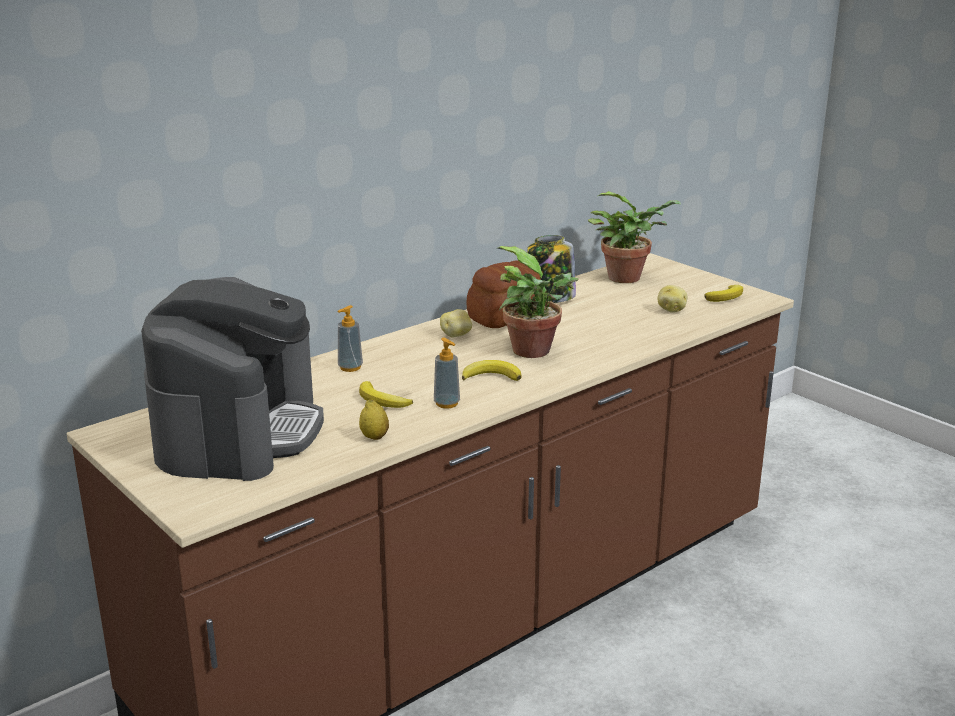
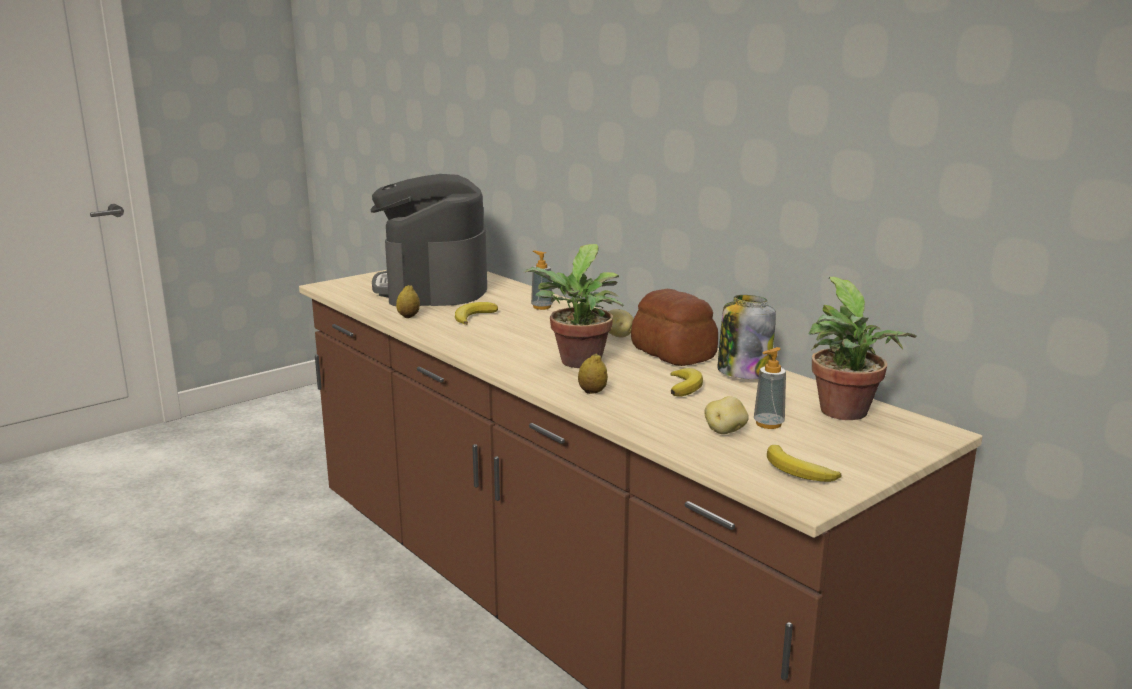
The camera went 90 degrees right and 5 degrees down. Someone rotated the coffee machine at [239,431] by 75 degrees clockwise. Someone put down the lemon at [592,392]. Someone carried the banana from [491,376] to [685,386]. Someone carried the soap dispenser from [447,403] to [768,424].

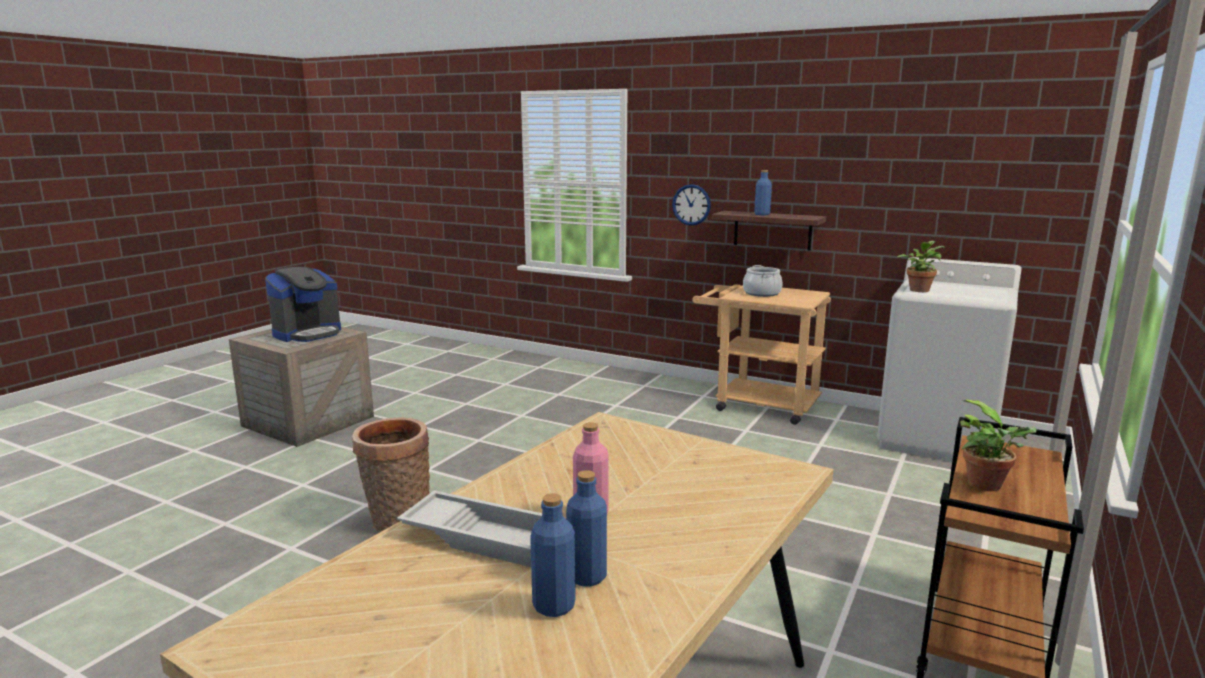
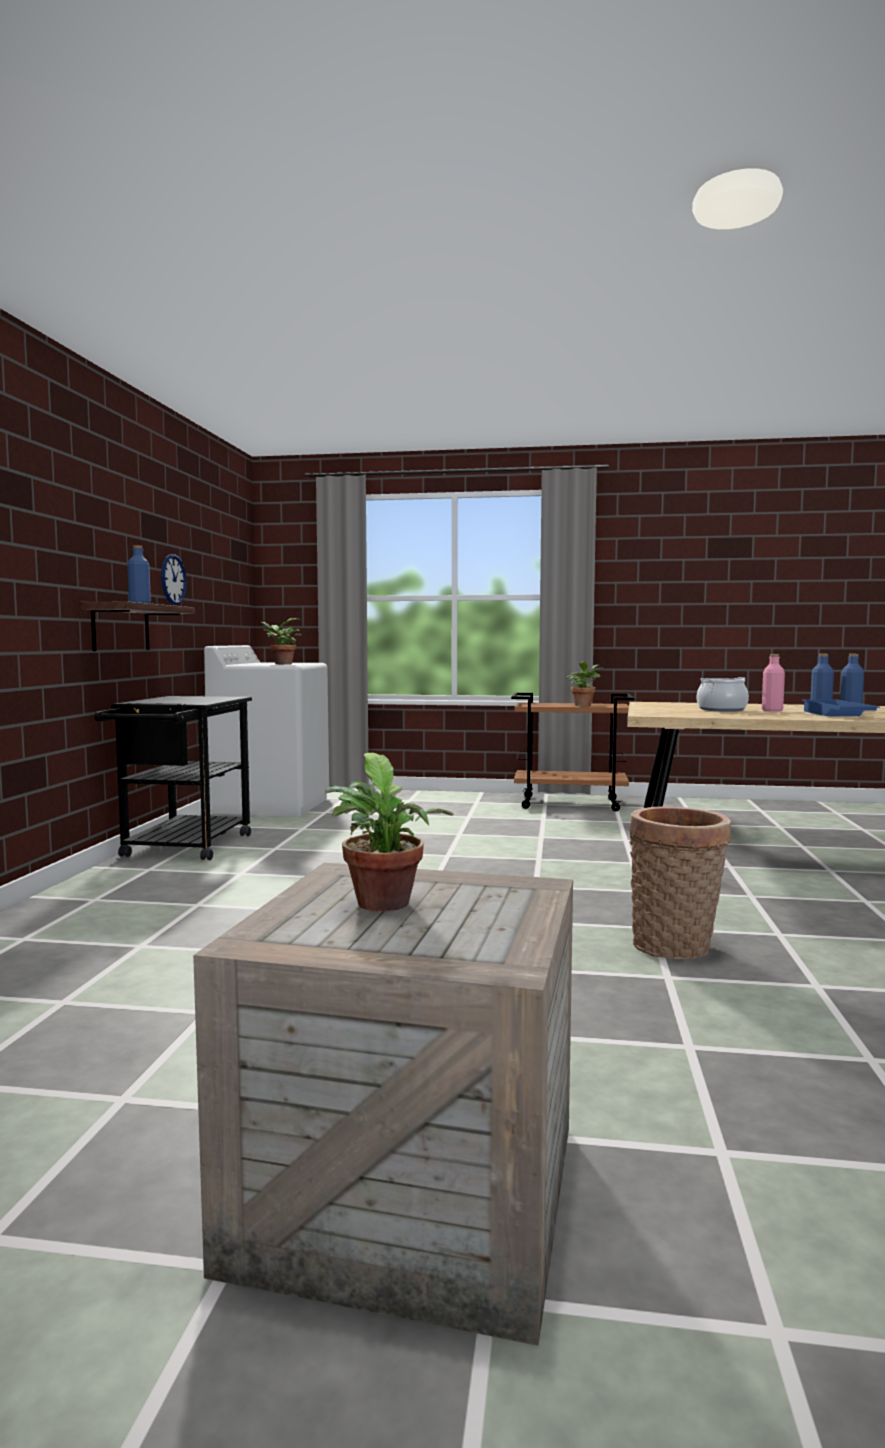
The camera went 110 degrees left and 10 degrees down. Someone repainted the cart (beige) at [757,404], which became the cart (black) at [183,848]. Someone carried the wall clock from [691,205] to [173,579]. Someone swapped the coffee machine at [308,333] for the potted plant at [384,905]. Someone carried the cooking pot from [761,293] to [722,710]. Someone repainted the tray (white) at [484,536], which became the tray (blue) at [836,715].

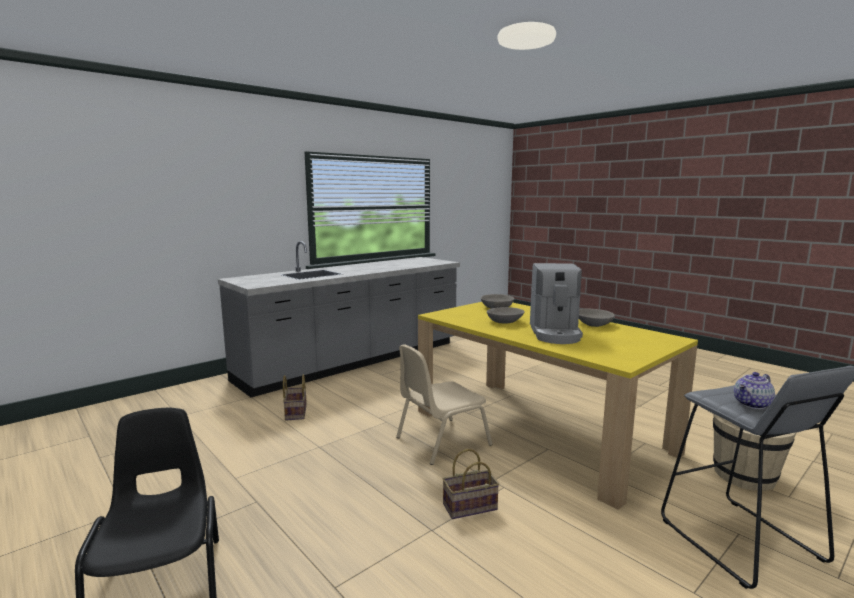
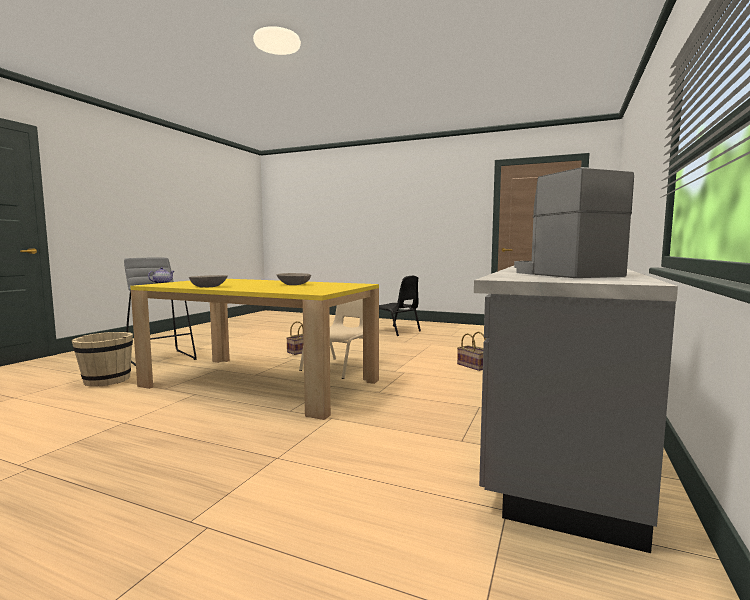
The camera went 155 degrees right and 5 degrees down. Someone carried the coffee machine from [555,333] to [562,274]. Someone took away the bowl (grey) at [497,307].

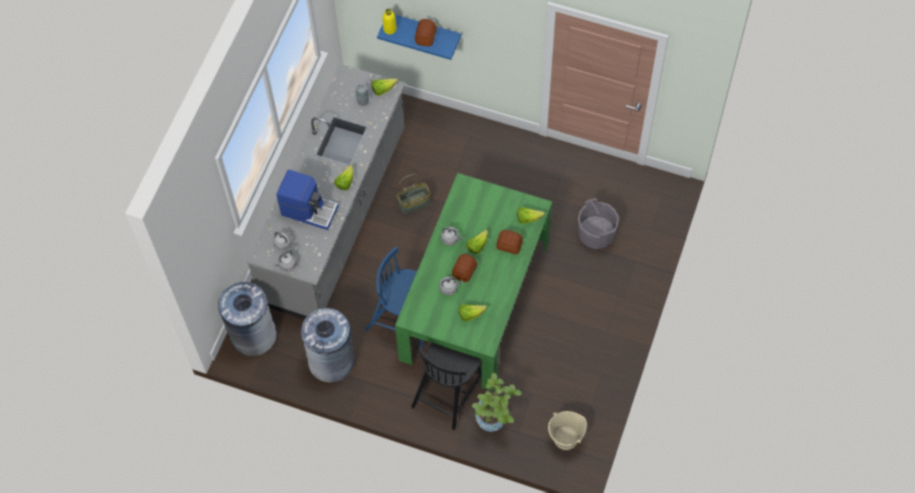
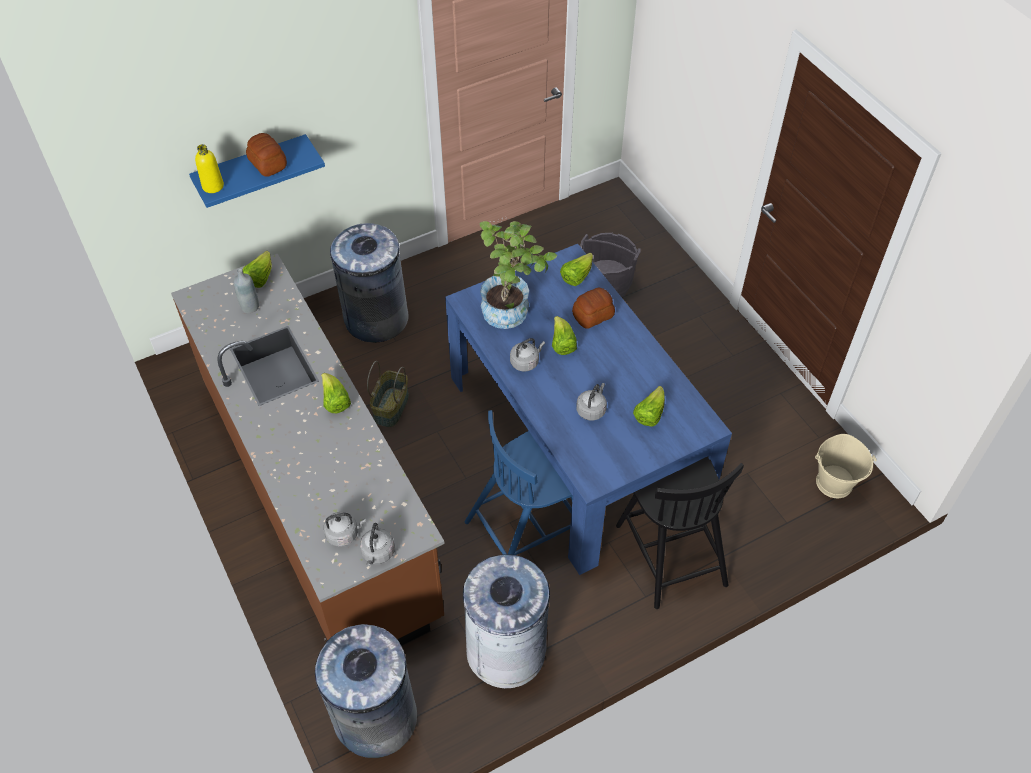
The camera went 50 degrees left and 10 degrees down. Someone repainted the counter (grey) at [336,217], which became the counter (brown) at [320,496]. Someone put down the trash can (grey) at [376,319]. Someone repainted the dining table (green) at [475,300], which became the dining table (blue) at [576,440]. Someone carried the potted plant from [494,420] to [512,310]. Someone took away the coffee machine at [309,209]. Someone took away the bread at [464,271].

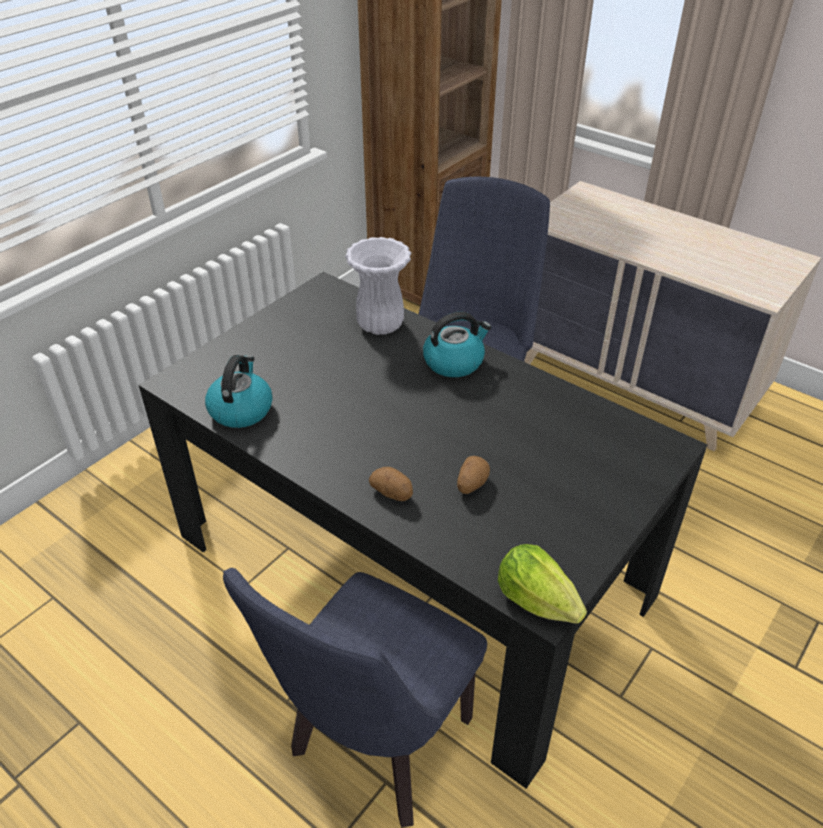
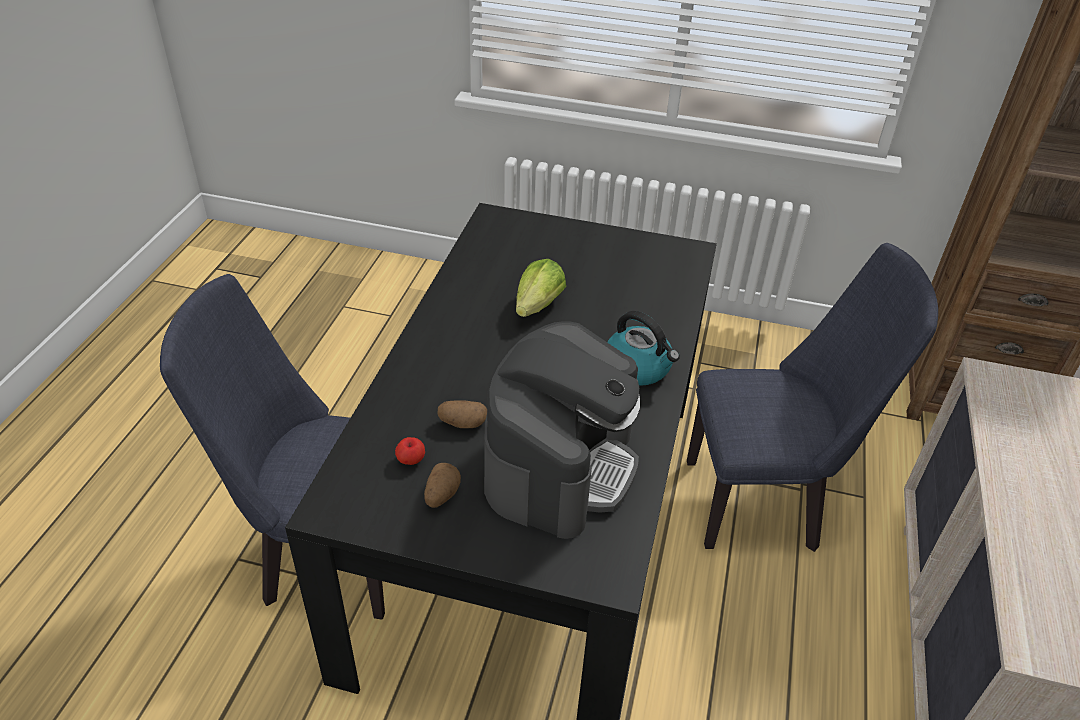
The camera went 65 degrees right and 0 degrees up. Someone put down the apple at [410,461]. Someone carried the potato from [392,493] to [441,495]. Someone put down the coffee machine at [560,465]. Someone carried the lettuce from [536,600] to [538,306]. Someone took away the kettle at [241,409]. Someone took away the vase (white) at [380,325].

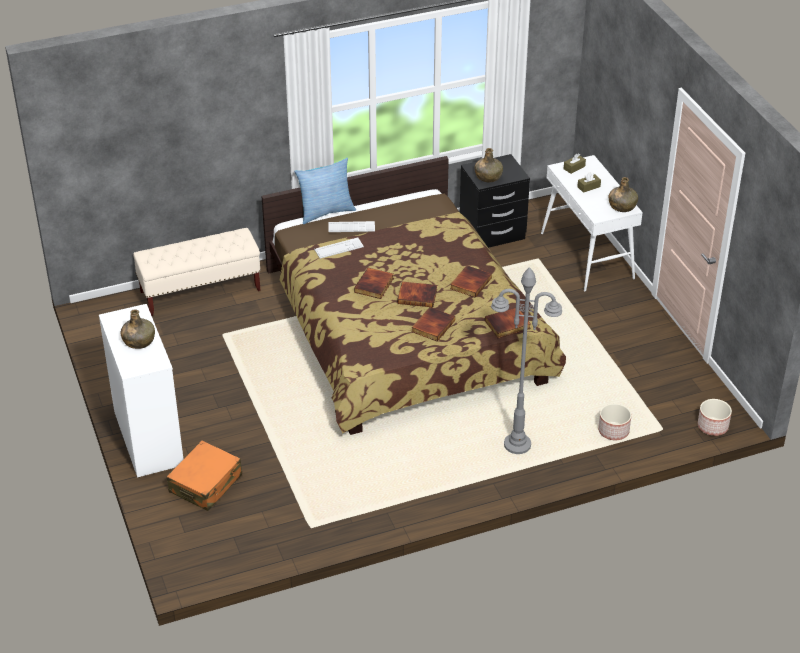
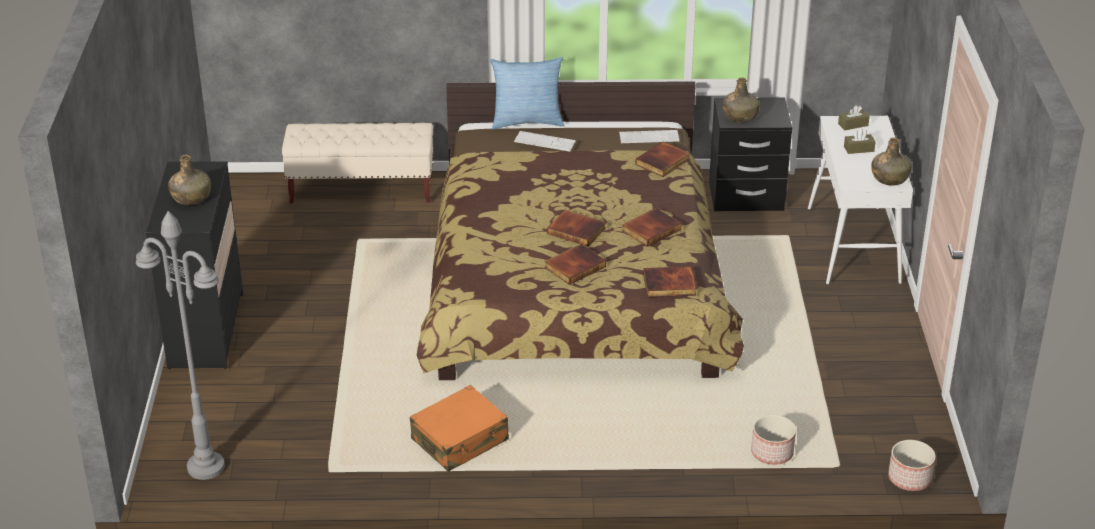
The camera went 20 degrees right and 5 degrees down. Someone carried the floor lamp (grey) from [517,445] to [205,467]. Someone repainted the dresser (white) at [149,438], which became the dresser (black) at [206,330]. Someone carried the suitcase (orange) from [206,484] to [460,440]. Someone carried the keyboard from [339,248] to [649,137]. Someone carried the book from [374,285] to [663,162].

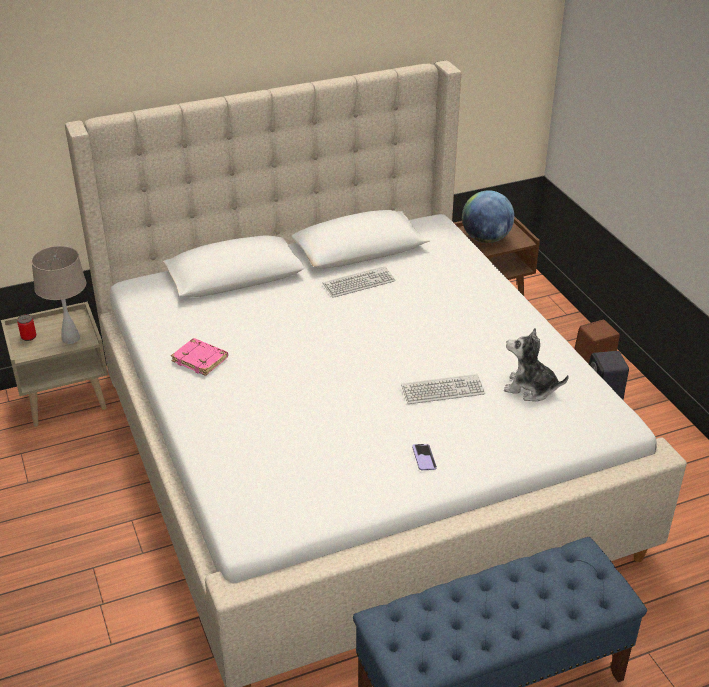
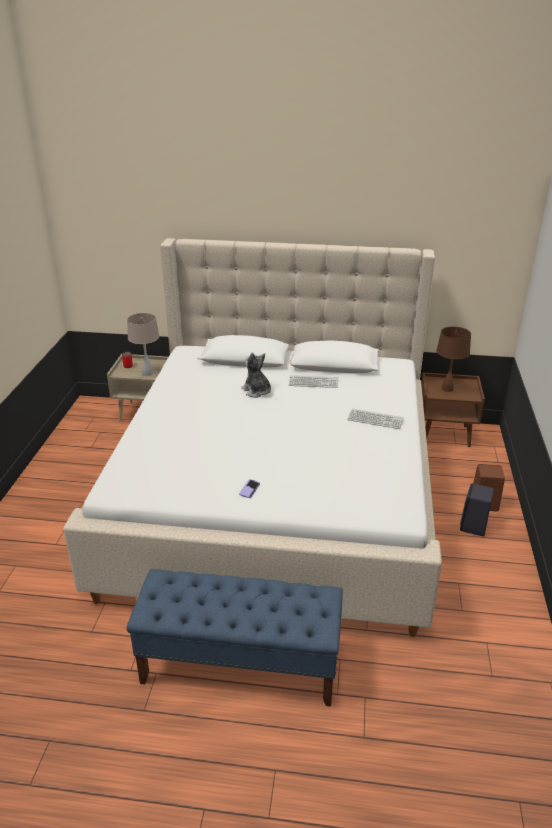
The camera went 30 degrees right and 5 degrees down. Someone carried the plush toy from [530,388] to [257,391]. Someone carried the keyboard from [442,390] to [375,420]. Someone swapped the globe at [486,239] for the table lamp (brown) at [447,389]. Someone took away the book (pink) at [201,360].

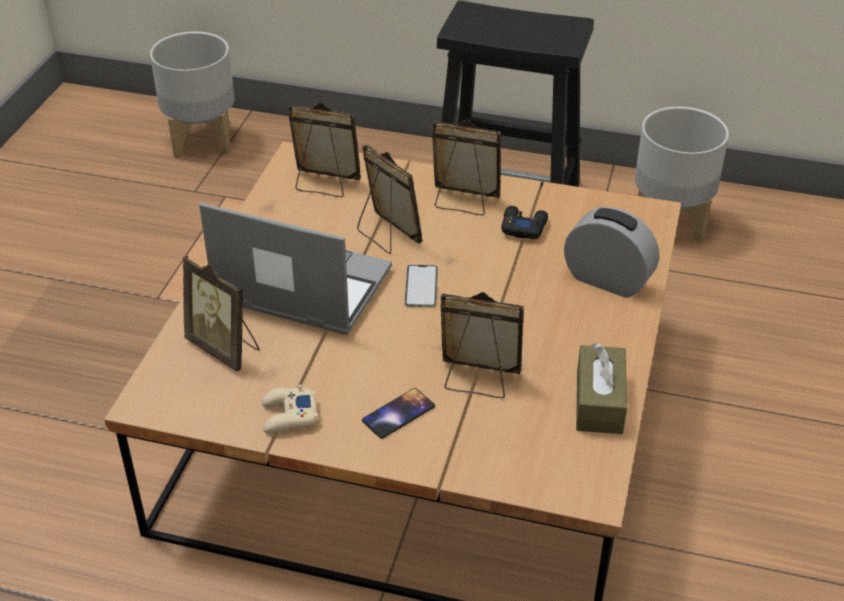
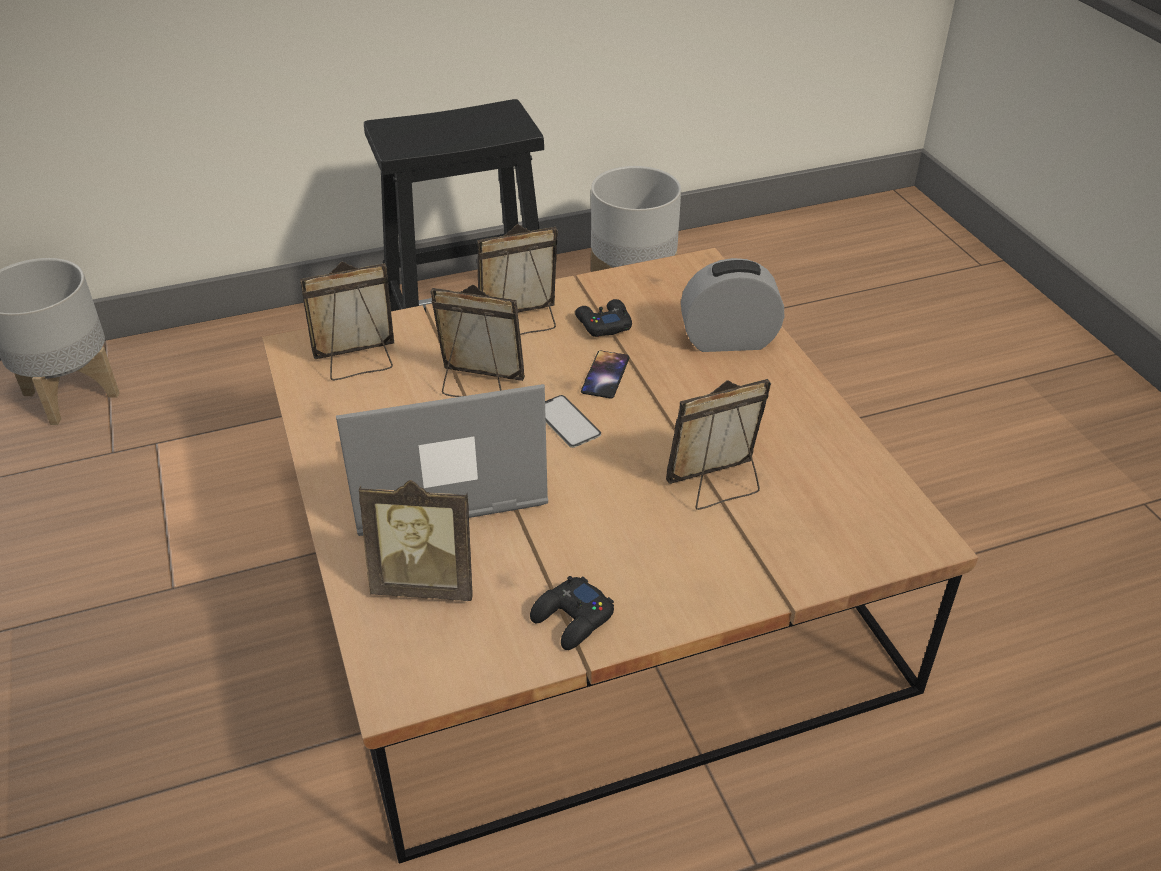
The camera went 35 degrees left and 0 degrees up. Someone repainted the game controller (beige) at [289,416], which became the game controller (black) at [572,619]. Someone carried the phone from [398,413] to [605,375]. Someone took away the tissue box (brown) at [599,402].

